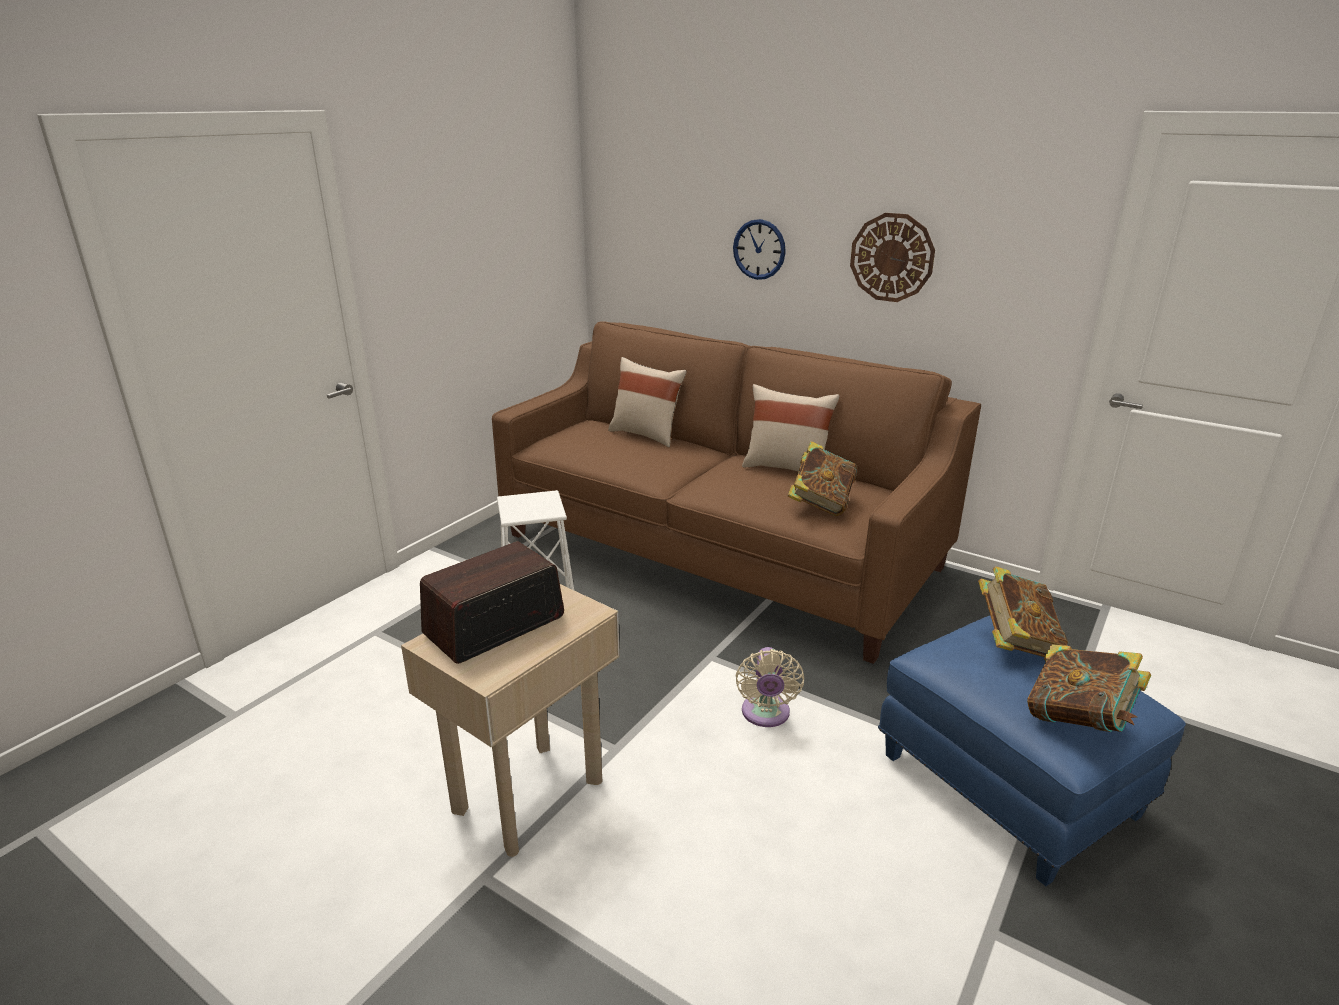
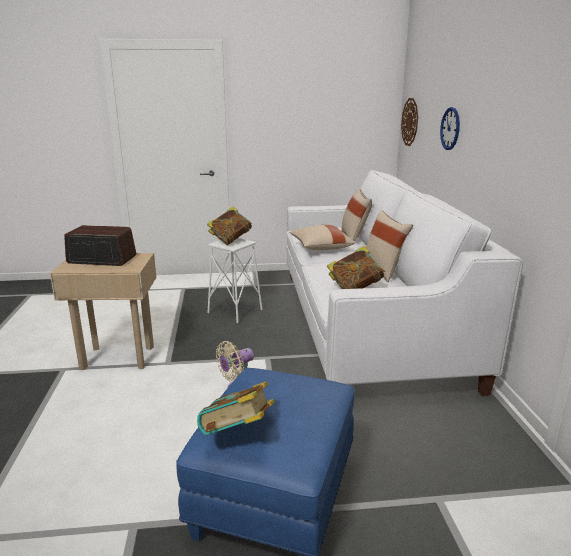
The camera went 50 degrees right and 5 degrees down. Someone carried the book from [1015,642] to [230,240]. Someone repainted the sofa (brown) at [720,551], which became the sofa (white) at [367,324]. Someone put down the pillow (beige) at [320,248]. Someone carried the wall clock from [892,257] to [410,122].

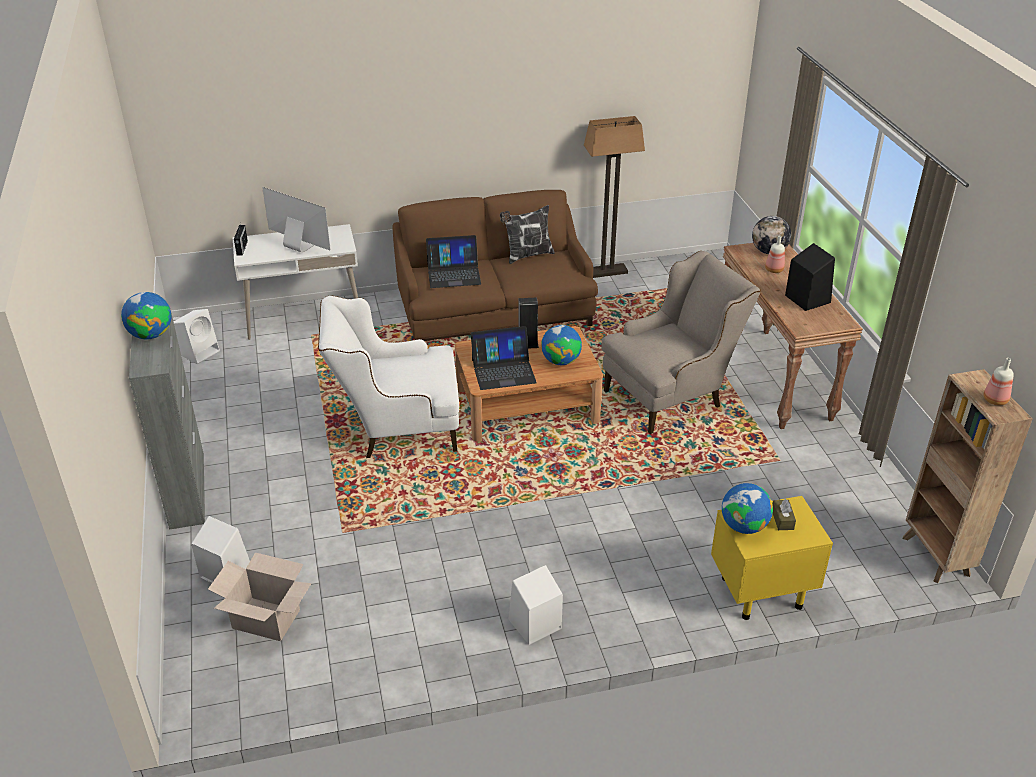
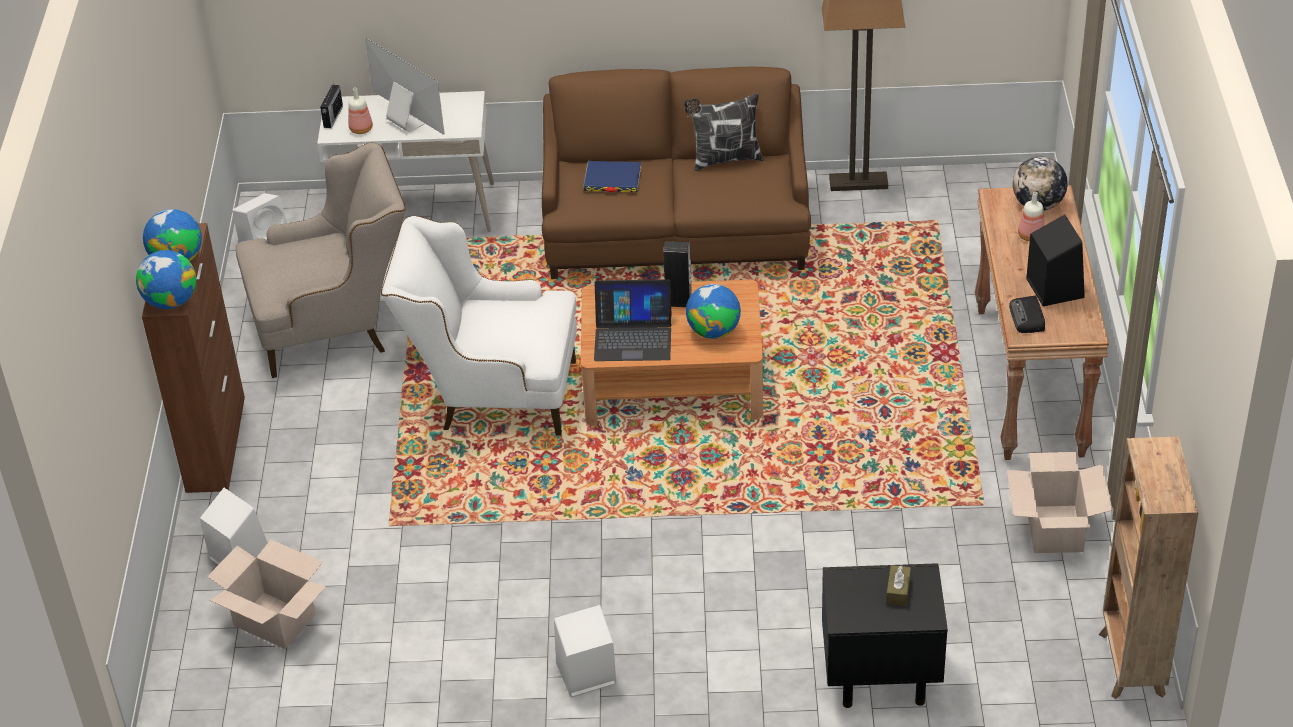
The camera went 15 degrees right and 5 degrees up. Someone carried the globe from [743,526] to [171,301]. Someone repainted the cabinet (grey) at [187,489], which became the cabinet (brown) at [216,443]. Someone carried the armchair (beige) from [671,395] to [334,327]. Someone carried the bottle from [996,400] to [362,129]. Someone swapped the laptop at [453,274] for the book (blue) at [612,179]. Someone repainted the nightstand (yellow) at [760,592], which became the nightstand (black) at [879,677]. Someone put down the cardboard box at [1055,530]. Someone put down the radio at [1027,318].

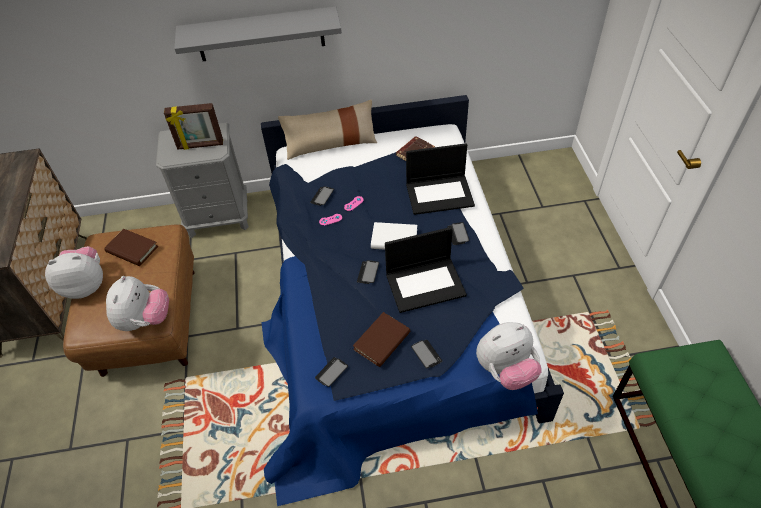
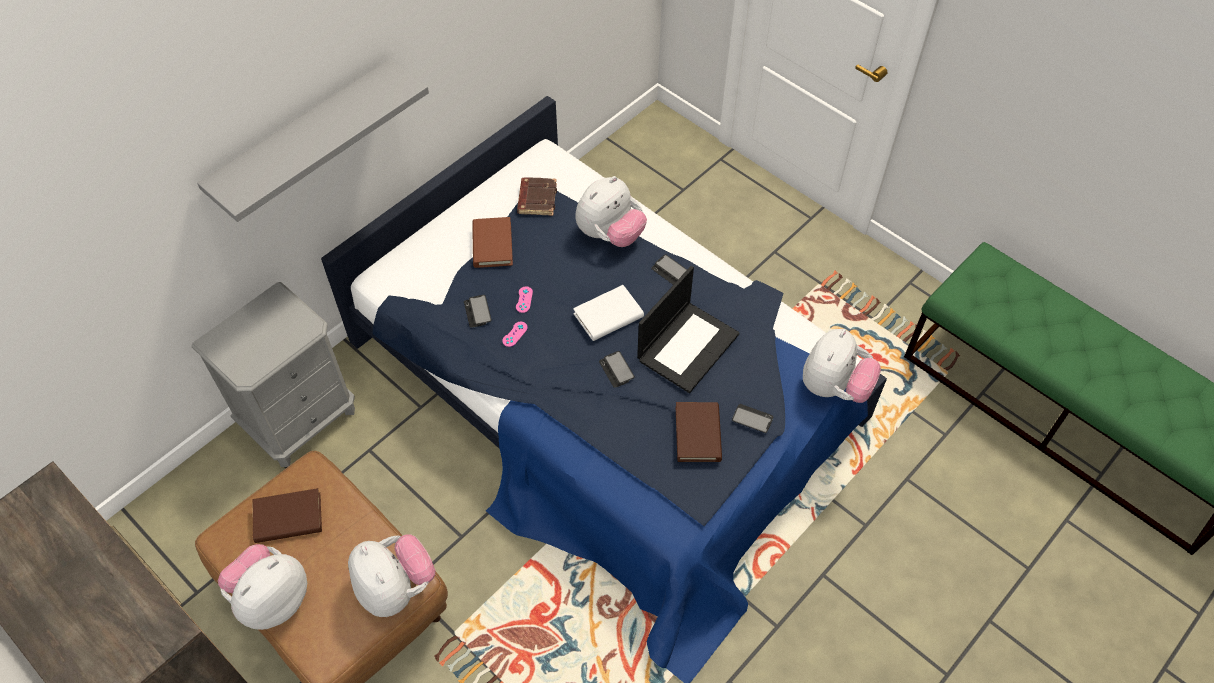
The camera went 40 degrees left and 5 degrees up. Someone put down the book (brown) at [492,245]. Someone swapped the laptop at [440,194] for the plush toy at [610,235]. Someone took away the picture frame at [200,145]. Someone took away the pillow (beige) at [331,144]. Someone took away the phone at [331,372].

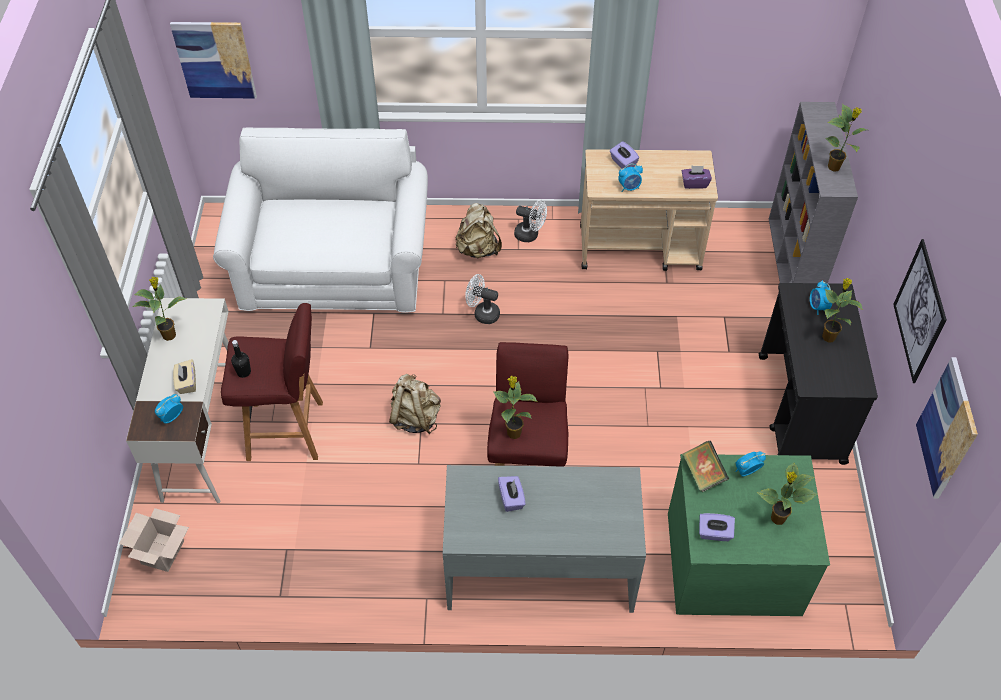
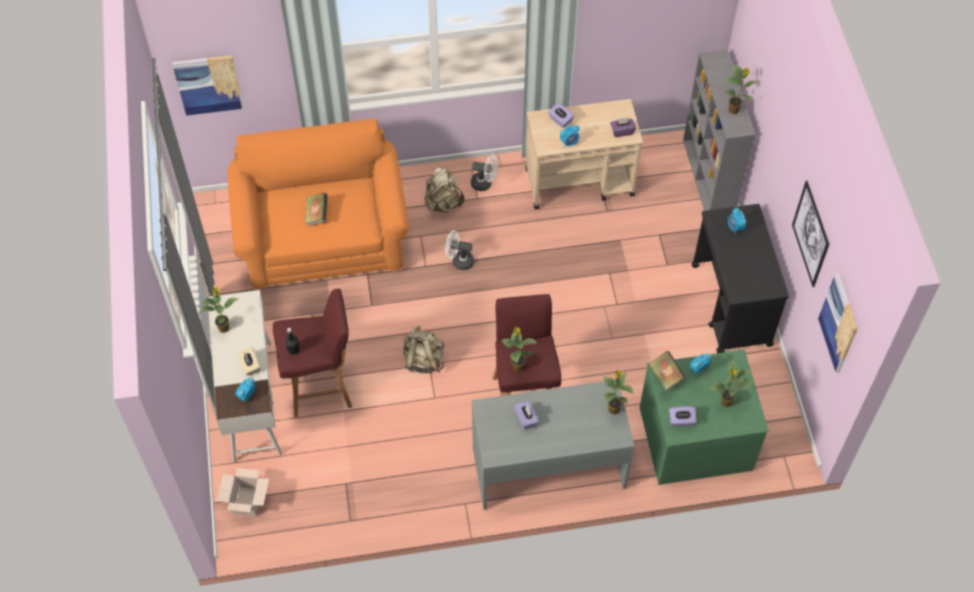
The camera went 10 degrees left and 5 degrees up. Someone repainted the sofa (white) at [335,267], which became the sofa (orange) at [324,237]. Someone put down the book at [317,215]. Someone carried the potted plant from [828,336] to [613,408].

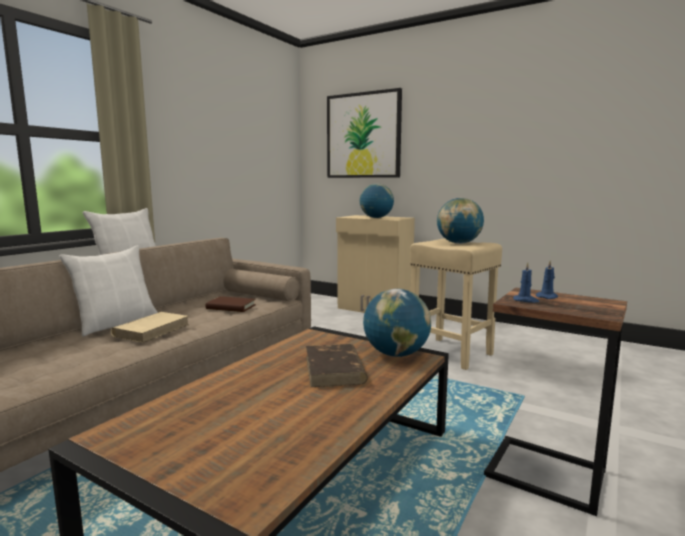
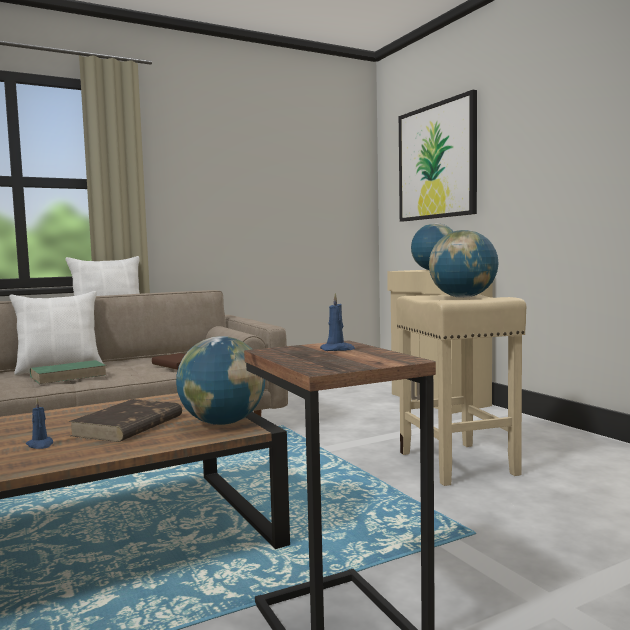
The camera went 30 degrees right and 5 degrees down. Someone carried the candle (blue) from [525,300] to [40,445]. Someone repainted the book (beige) at [152,330], which became the book (green) at [69,376].

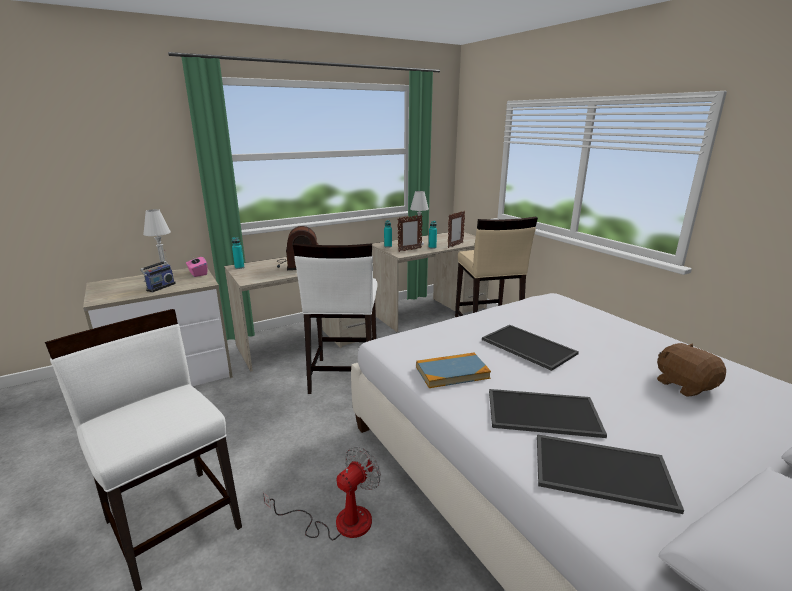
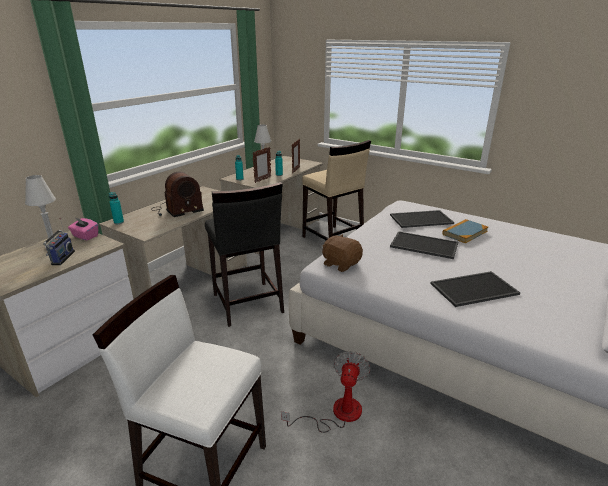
The camera went 25 degrees left and 5 degrees up. Someone repainted the stool (white) at [343,376], which became the stool (black) at [247,304]. Someone carried the plush toy (brown) from [684,385] to [341,264]. Someone carried the tray from [603,470] to [421,219]. Someone carried the book from [452,372] to [464,233].

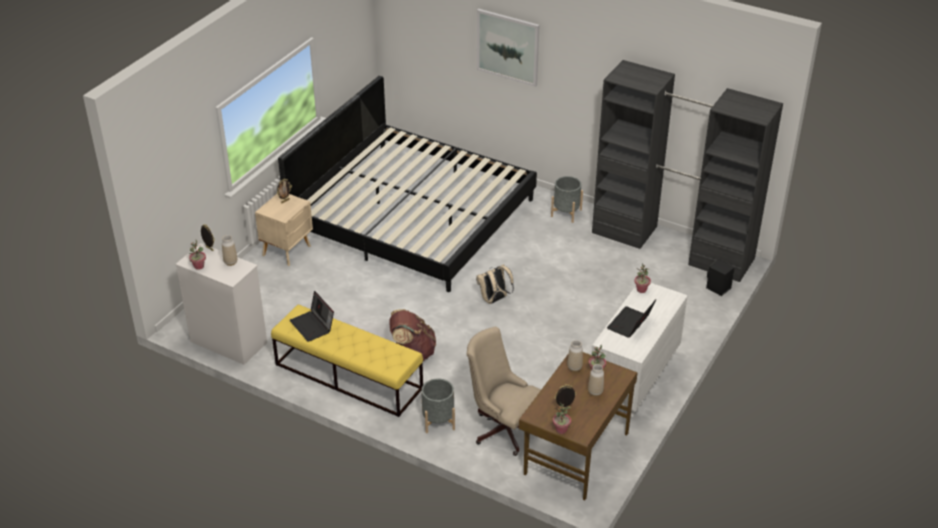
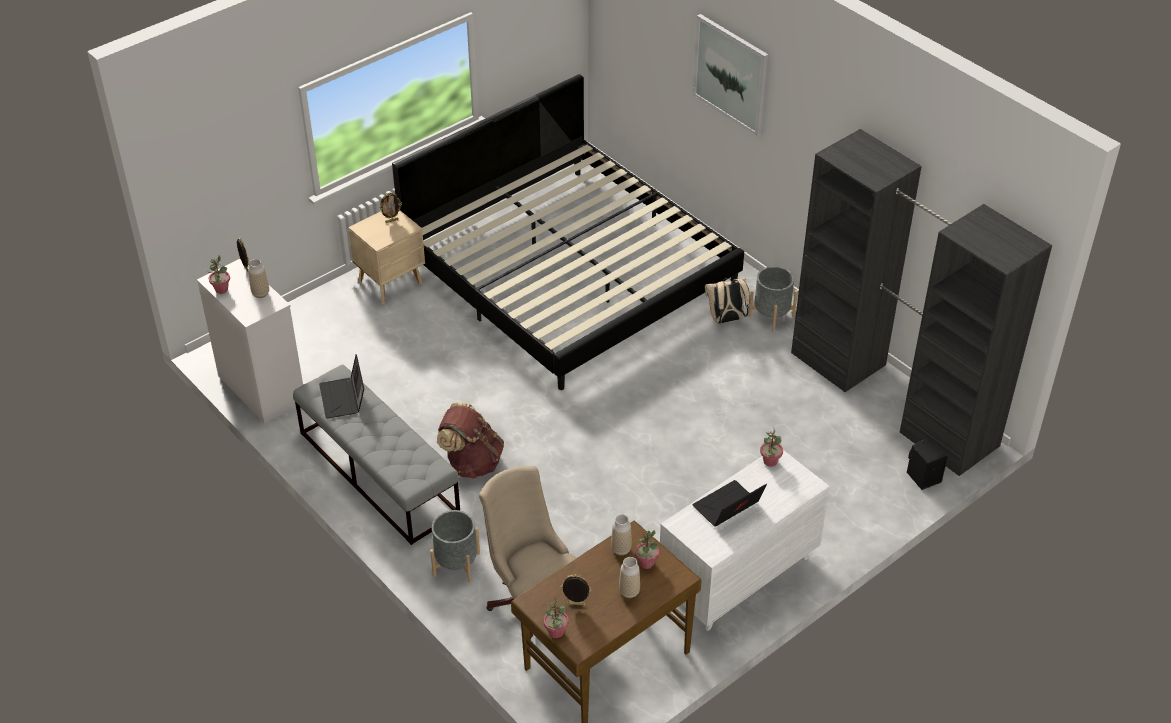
The camera went 20 degrees right and 5 degrees up. Someone repainted the bench (yellow) at [348,376], which became the bench (grey) at [378,472]. Someone carried the backpack (beige) from [494,300] to [726,319].

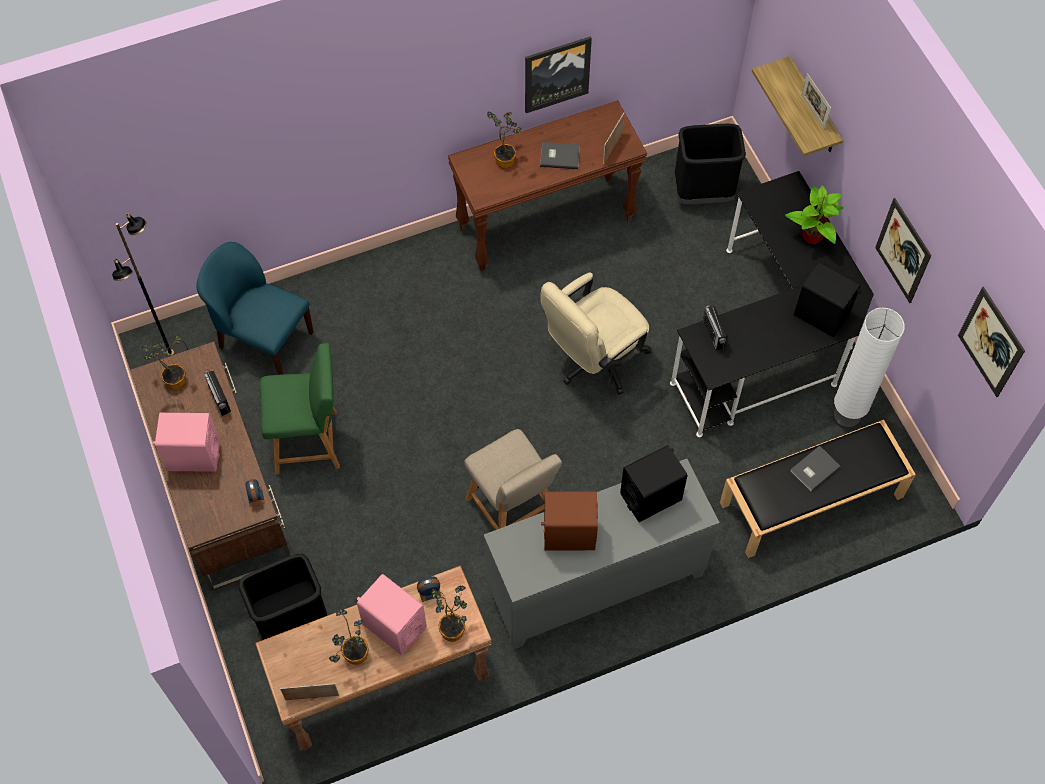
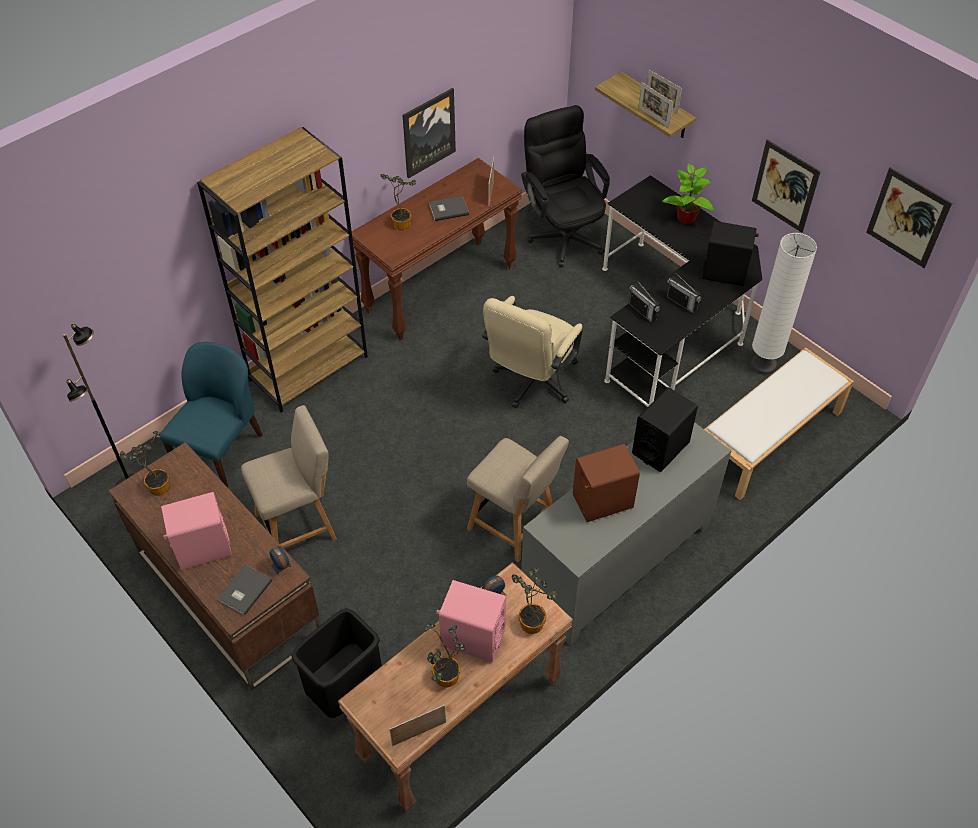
The camera went 20 degrees left and 10 degrees down. Someone rotated the chair (blue) at [264,339] by 105 degrees clockwise. Someone put down the bookcase (brown) at [309,368]. Someone carried the book (grey) from [813,469] to [244,590]. Someone repainted the chair (green) at [310,442], which became the chair (beige) at [300,525]. Someone swapped the trash can (black) at [703,193] for the office chair (black) at [563,233]. Someone put down the picture frame at [653,117]. Someone carried the radio from [219,399] to [682,303]. Someone repainted the bench (black) at [810,501], which became the bench (white) at [768,438].

